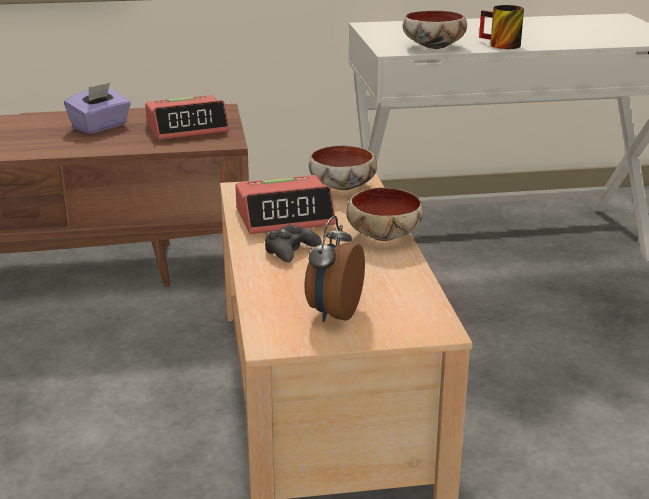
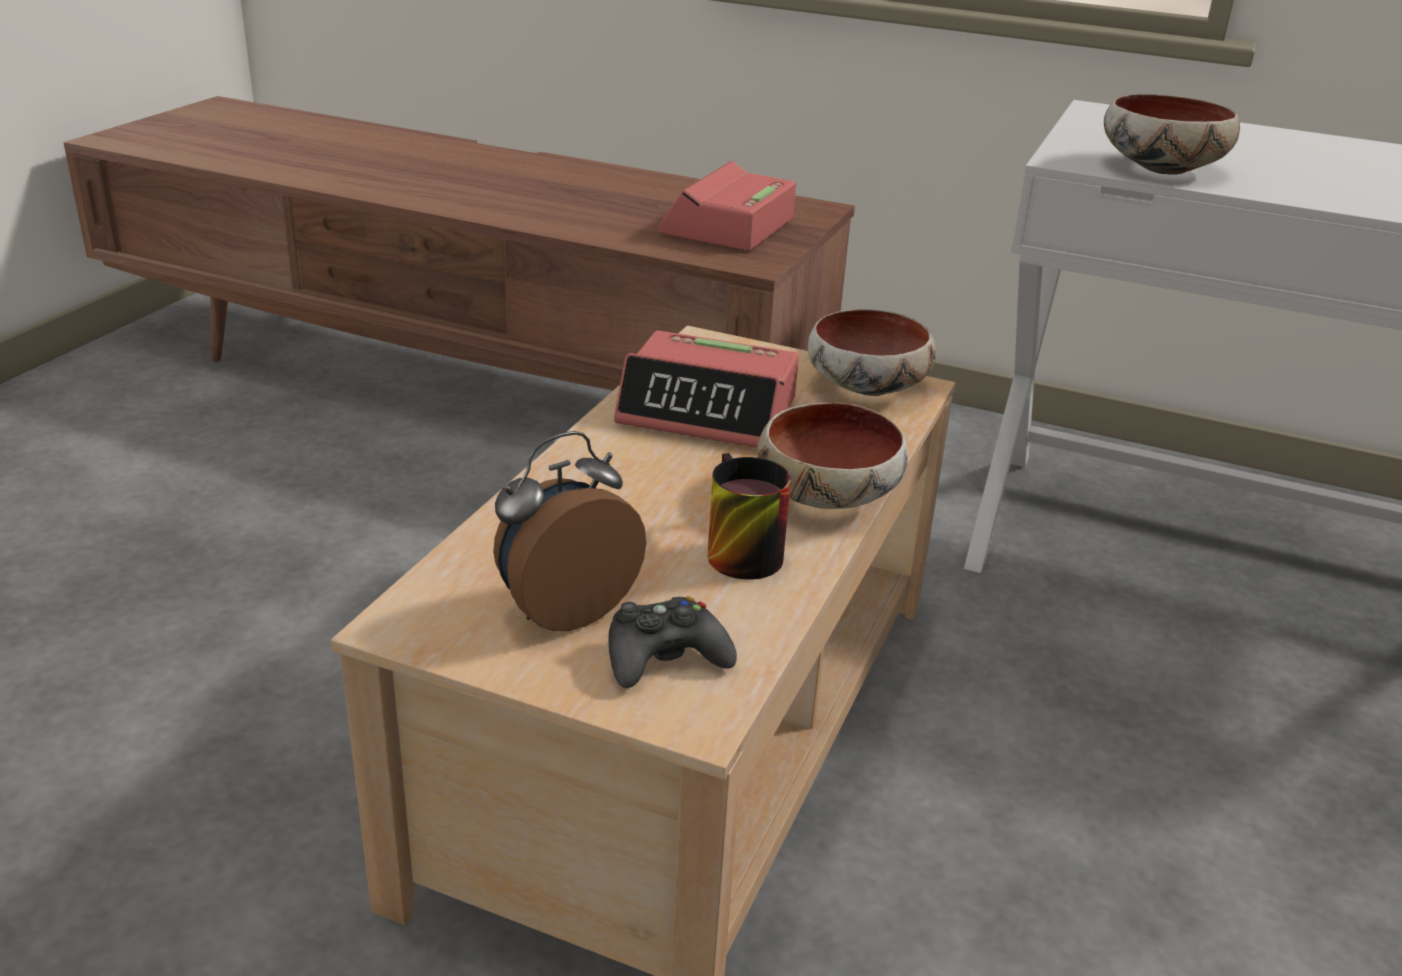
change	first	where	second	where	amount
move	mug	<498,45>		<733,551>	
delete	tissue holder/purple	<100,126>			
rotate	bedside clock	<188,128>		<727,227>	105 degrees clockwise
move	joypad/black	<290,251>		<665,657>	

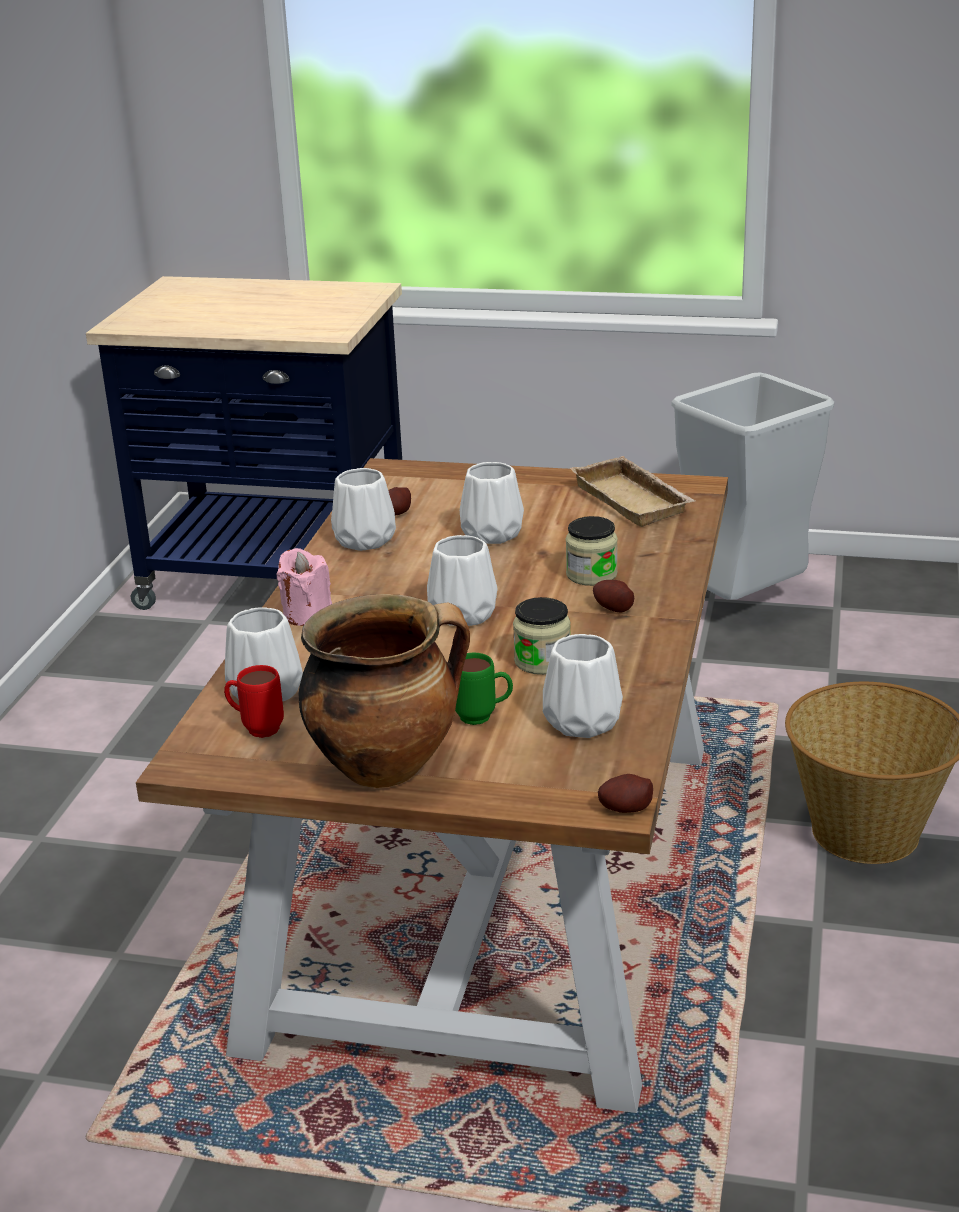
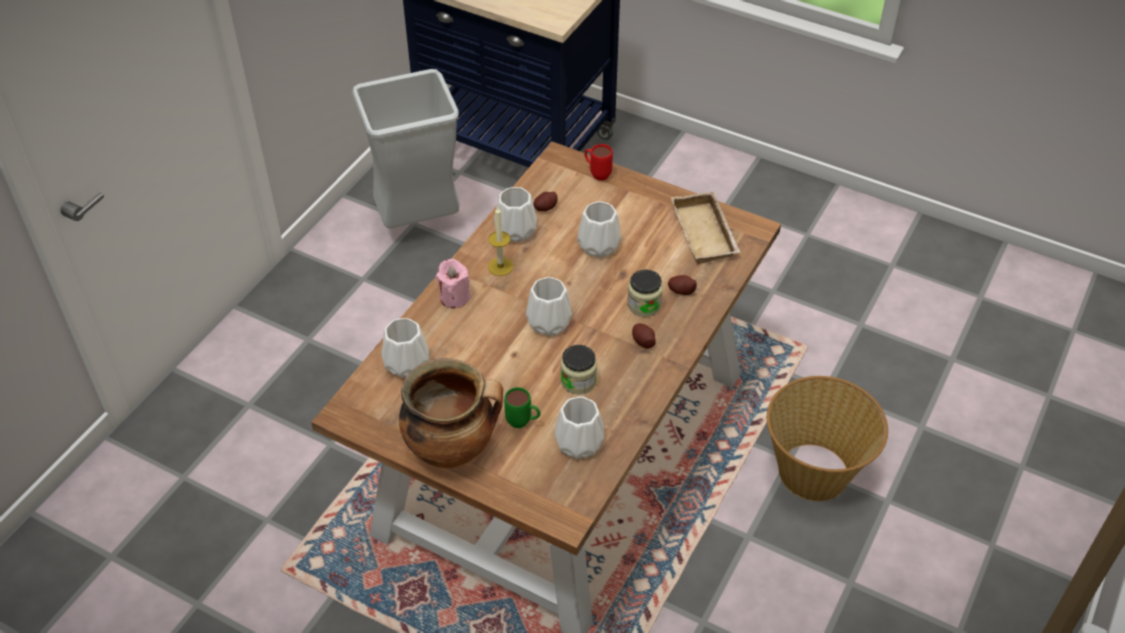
change	first	where	second	where	amount
move	waste bin/gray	<744,604>		<419,222>	
move	mug/red	<256,728>		<597,174>	
move	whole potato	<625,808>		<681,291>	
insert			candle	<500,266>	

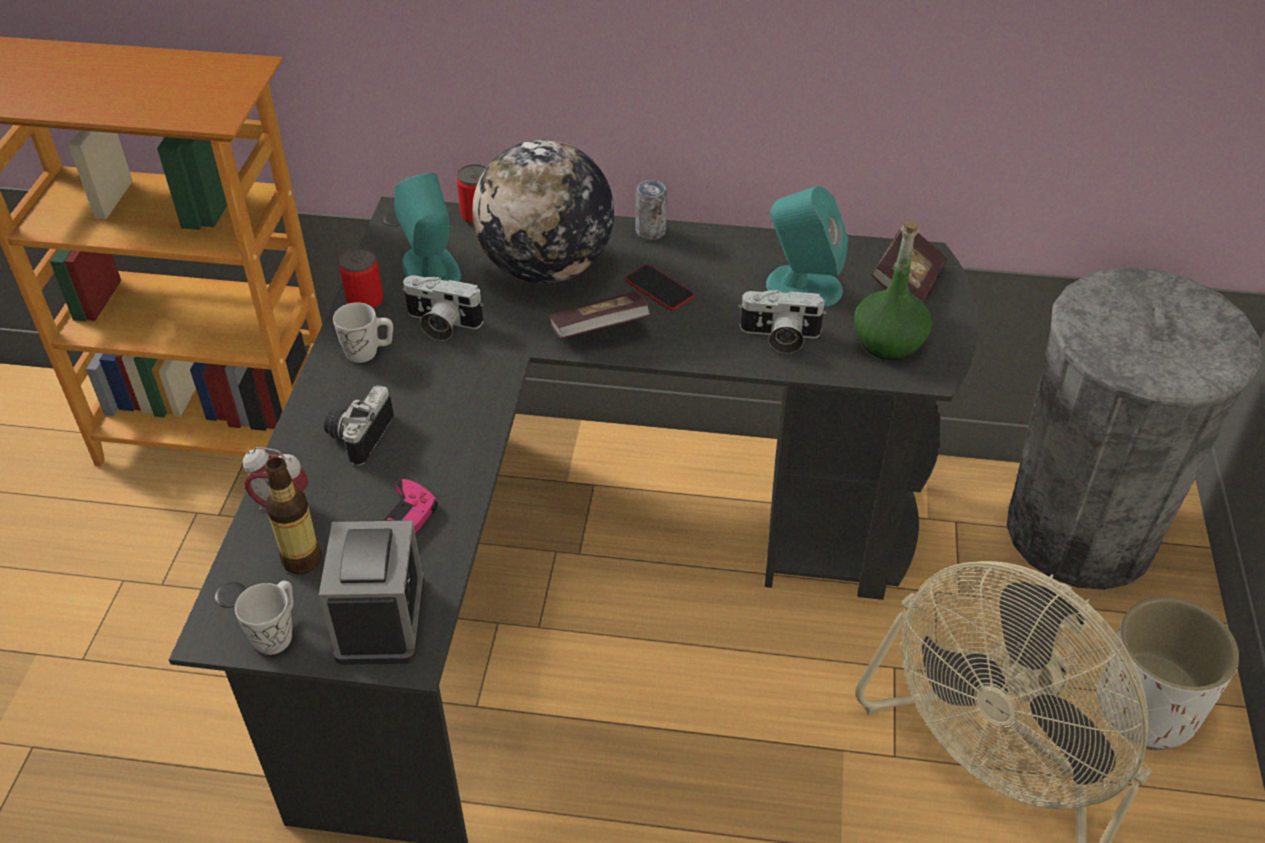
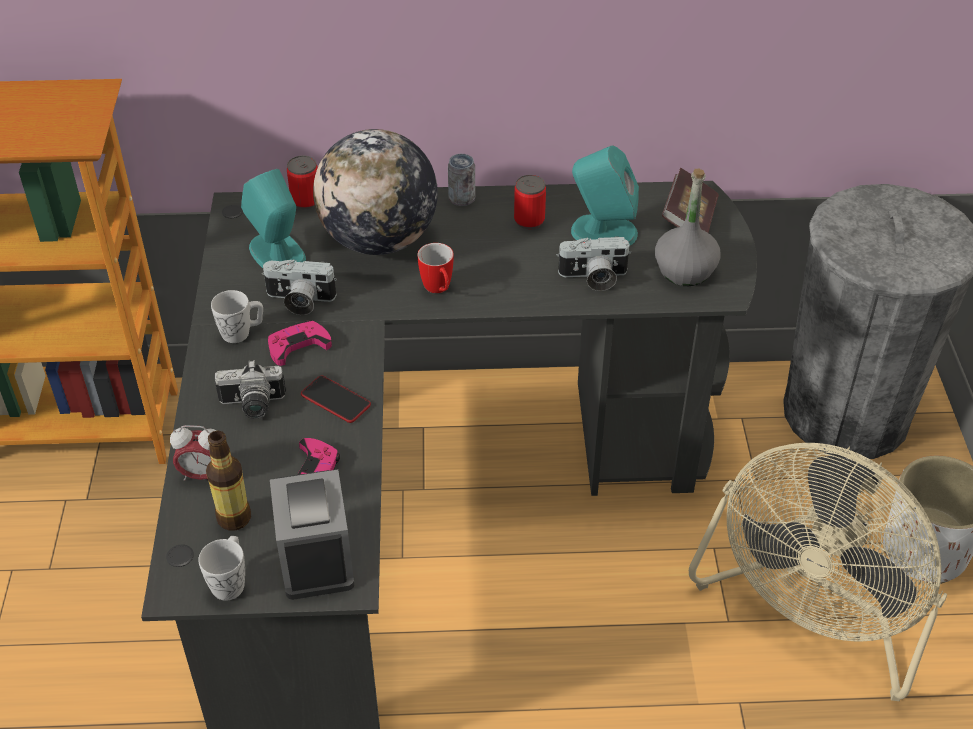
change	first	where	second	where	amount
recolor	drink bottle/green	<889,341>	drink bottle/gray	<685,270>	
move	sealed can	<365,302>		<529,220>	
move	handset	<659,289>		<335,400>	
replace	book	<599,331>	mug	<439,290>	
rotate	still camera	<357,435>		<252,406>	105 degrees counterclockwise
insert			joypad/pinkish	<298,346>	

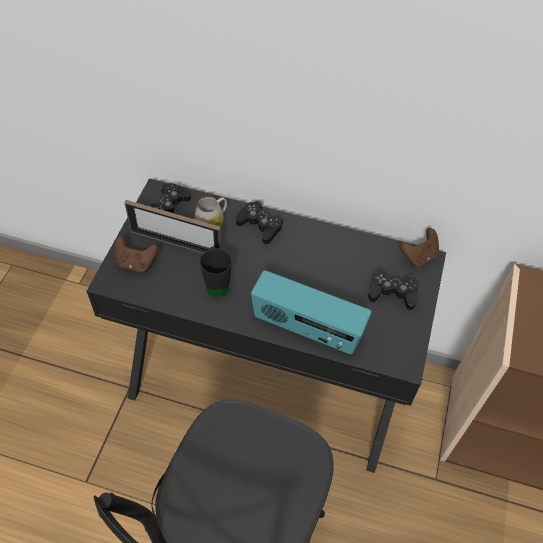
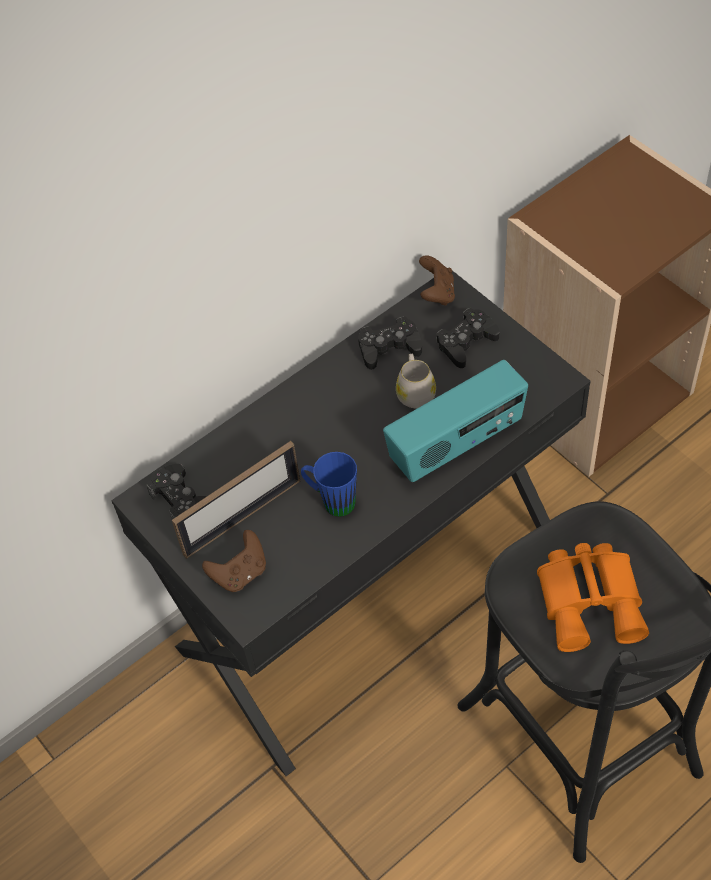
change	first	where	second	where	amount
move	mug/whitish	<212,222>		<415,392>	
move	joypad/black	<260,225>		<389,348>	
recolor	mug/black	<216,282>	mug/blue-coloured	<331,501>	
insert			pair of binoculars/orange	<592,600>	

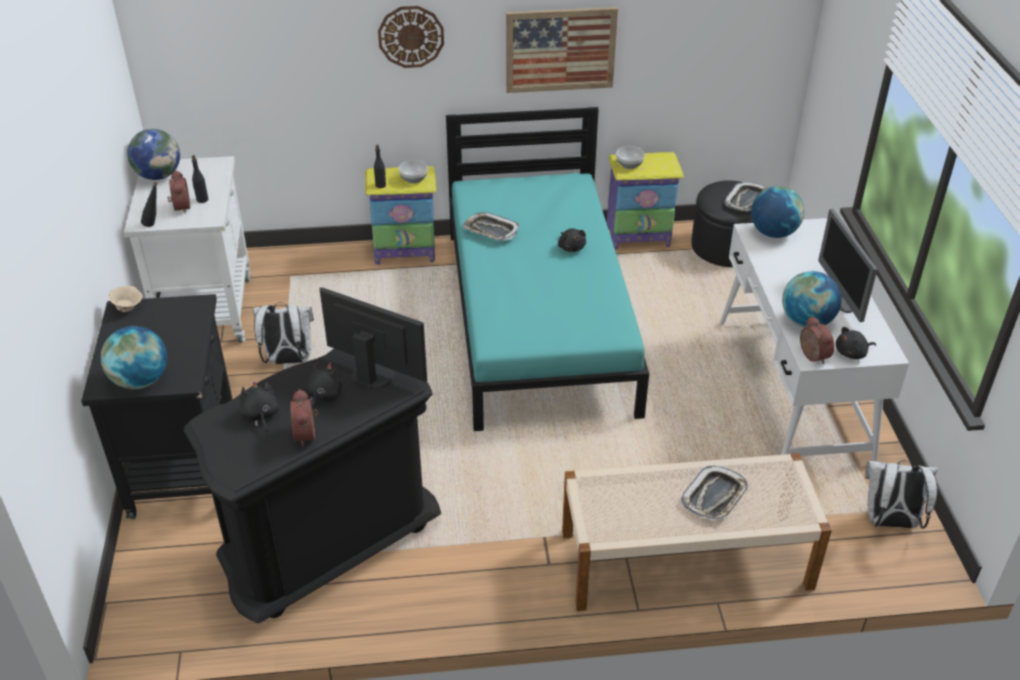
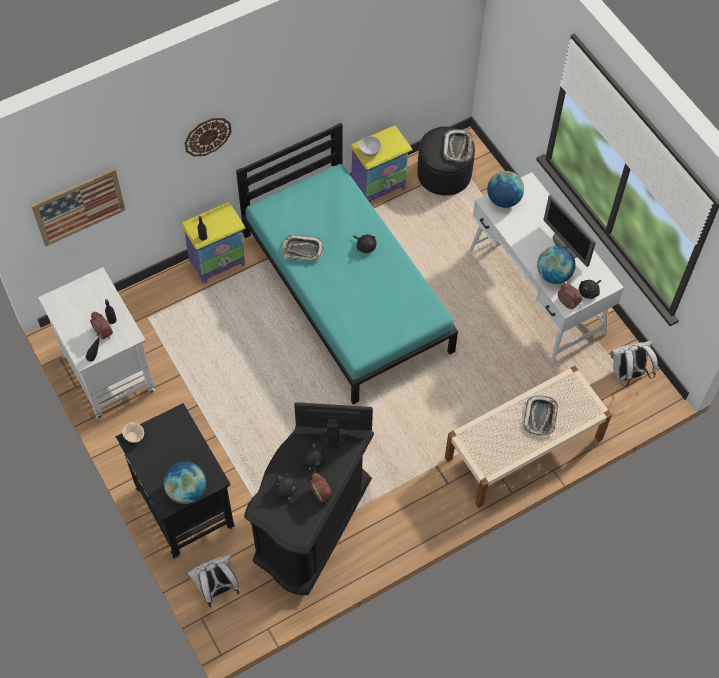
change	first	where	second	where	amount
move	picture	<560,50>		<78,206>	
delete	desk globe	<159,175>			
delete	bowl	<414,179>			
move	knapsack/whitish	<288,360>		<217,589>	

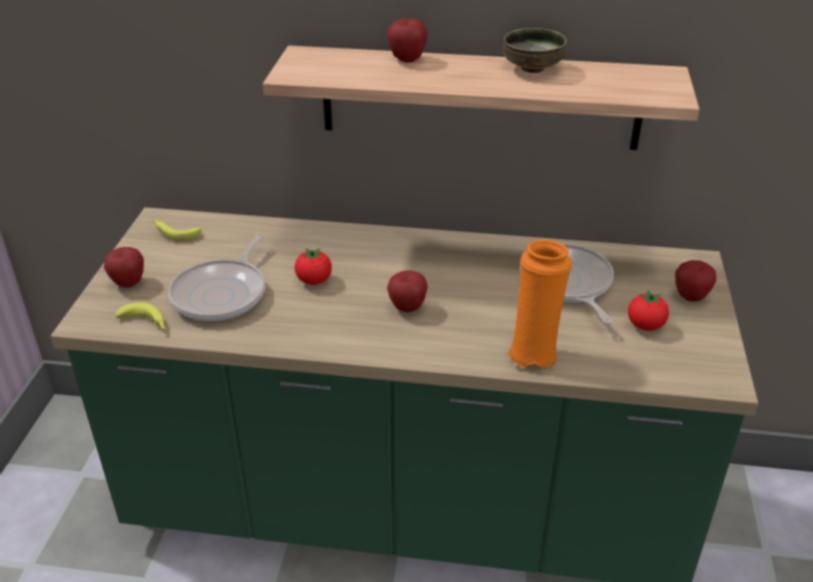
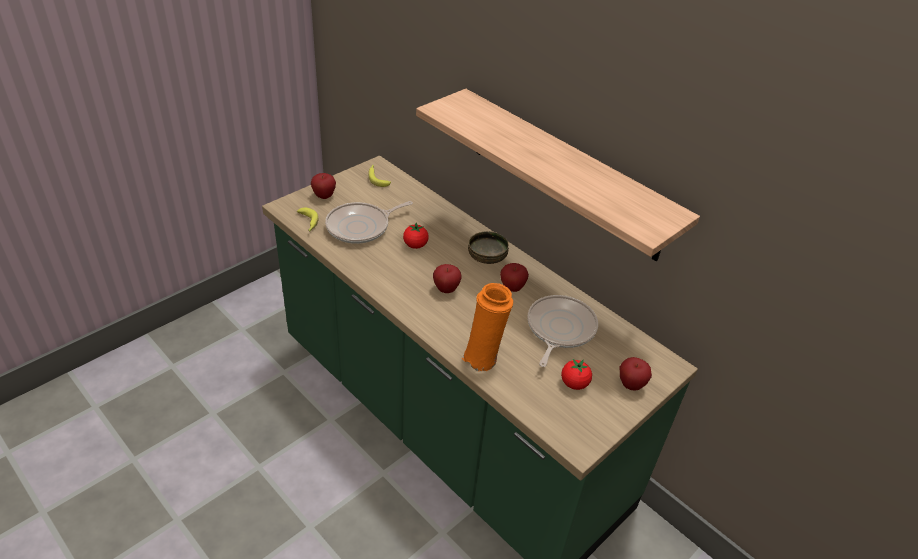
change	first	where	second	where	amount
move	apple	<407,60>		<512,288>	
move	bowl	<533,69>		<487,259>	

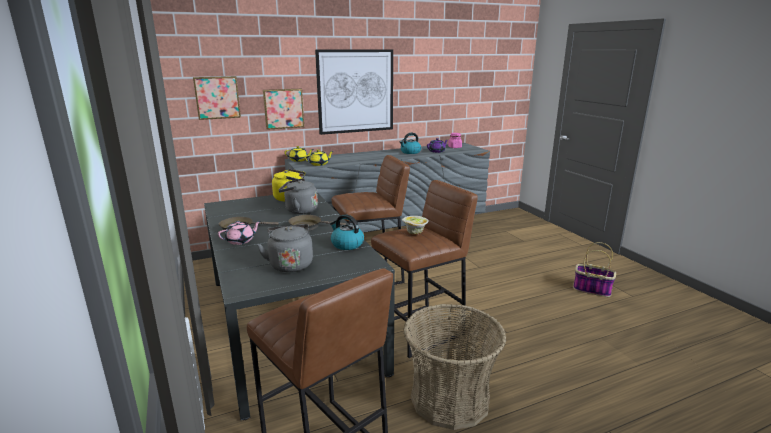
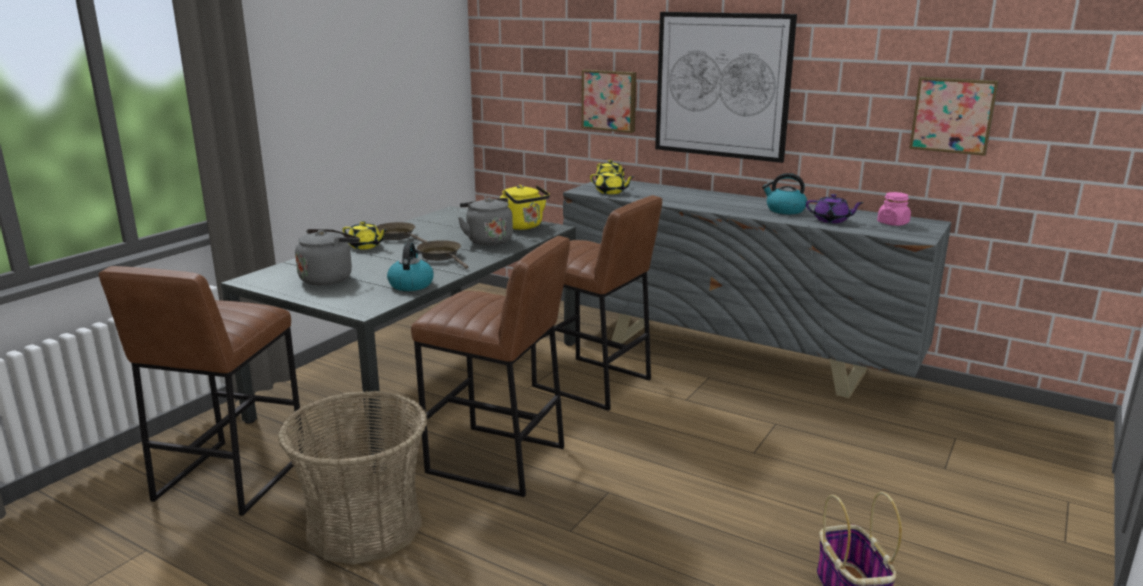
change	first	where	second	where	amount
move	picture	<217,97>		<953,115>	
delete	bowl	<414,233>			
recolor	tea pot/pinkish	<241,241>	tea pot/yellow-coloured	<365,246>	

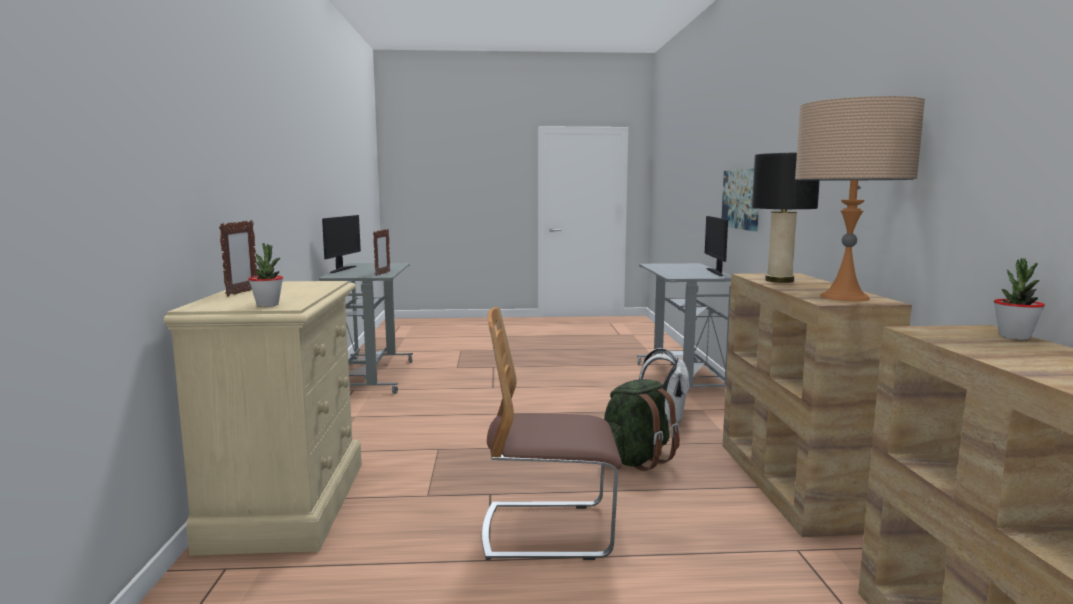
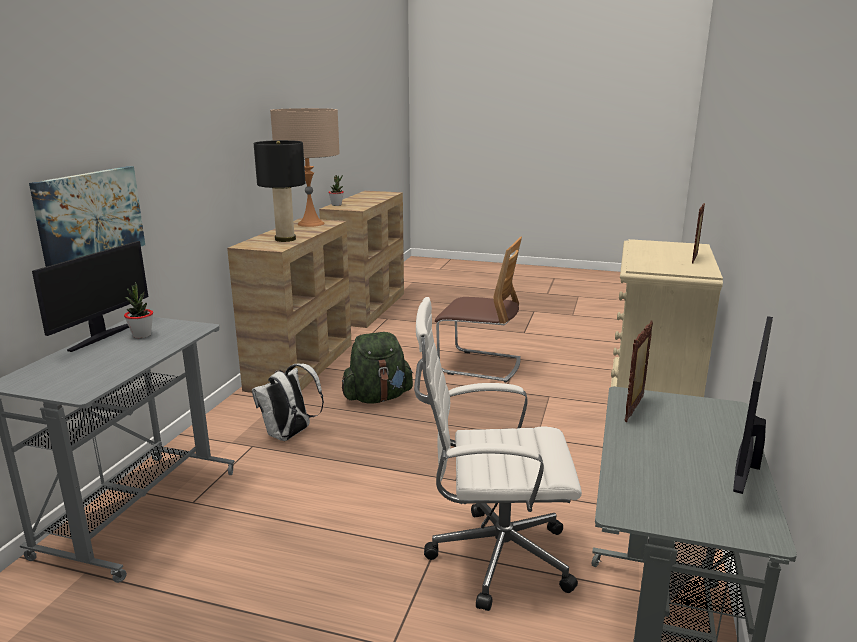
change	first	where	second	where	amount
move	houseplant	<268,305>		<142,335>	
insert			office chair/whitish	<493,557>	

